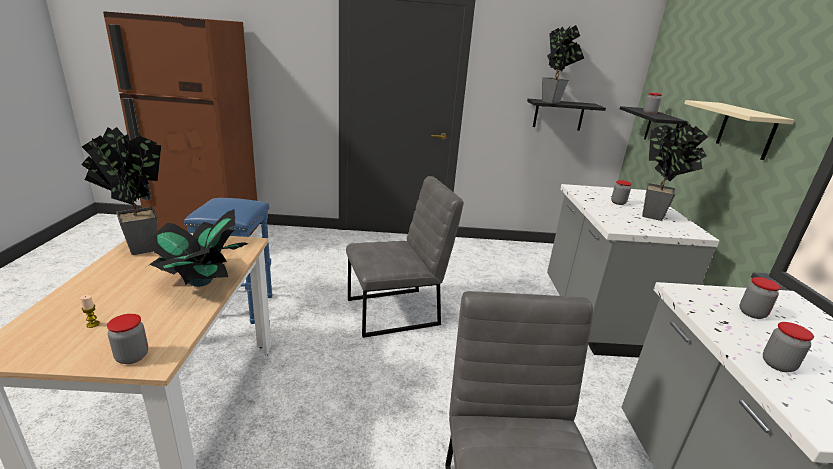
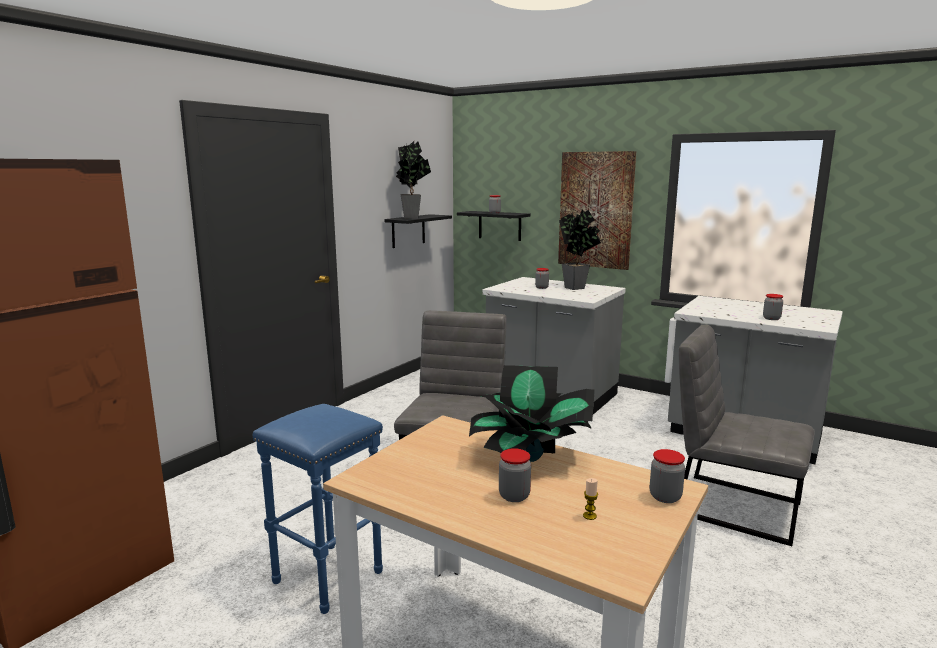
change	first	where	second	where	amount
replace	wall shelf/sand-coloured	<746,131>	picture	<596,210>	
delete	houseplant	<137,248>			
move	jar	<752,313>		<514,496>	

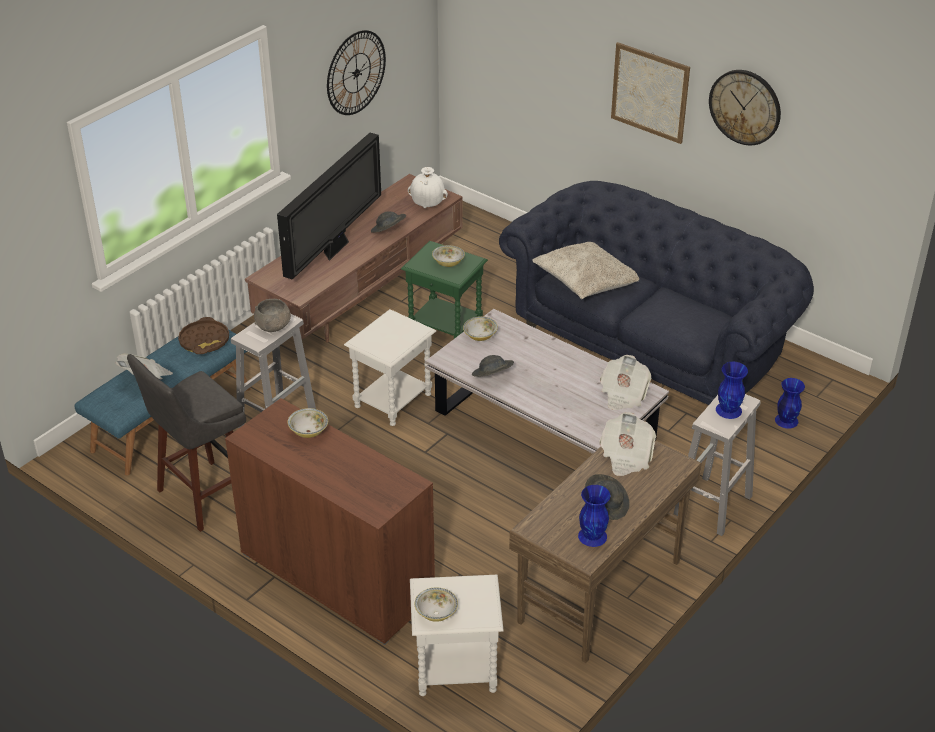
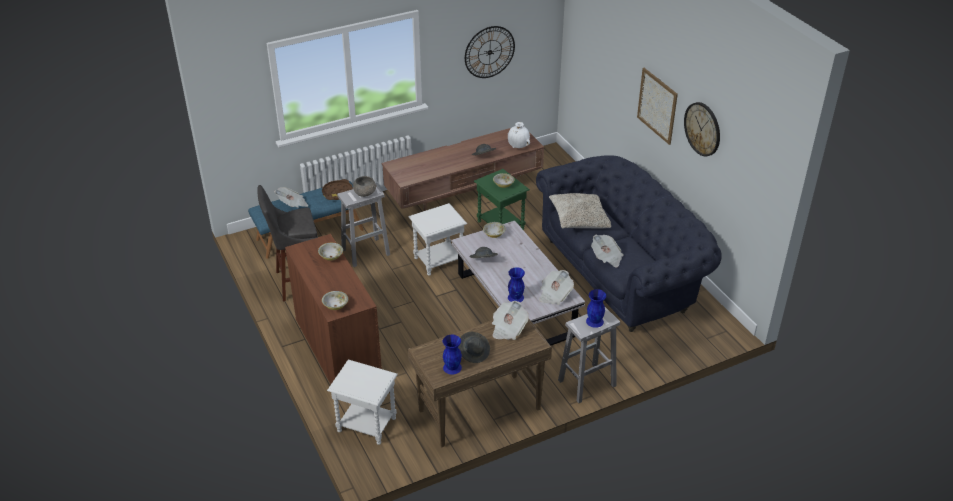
change	first	where	second	where	amount
delete	television	<336,248>			
move	decorative vase/blue-coloured	<786,420>		<515,297>	
move	bowl	<436,613>		<335,306>	
insert			daily paper	<606,257>	

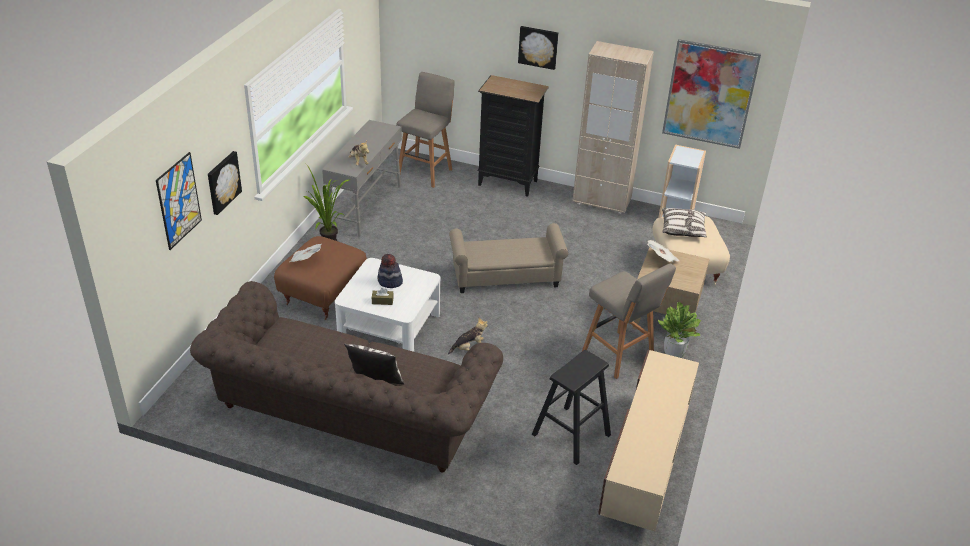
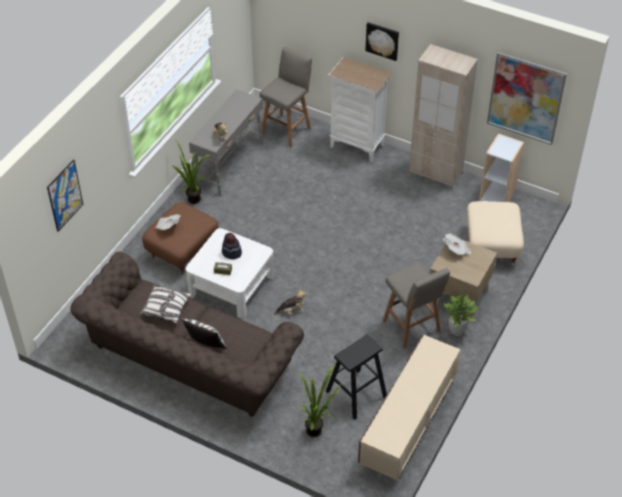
change	first	where	second	where	amount
recolor	drawer chest/black	<508,184>	drawer chest/whitish	<357,147>	
delete	picture	<223,182>			
move	pillow	<683,229>		<166,309>	
delete	ottoman/sand-coloured	<506,277>			
insert			houseplant	<317,430>	

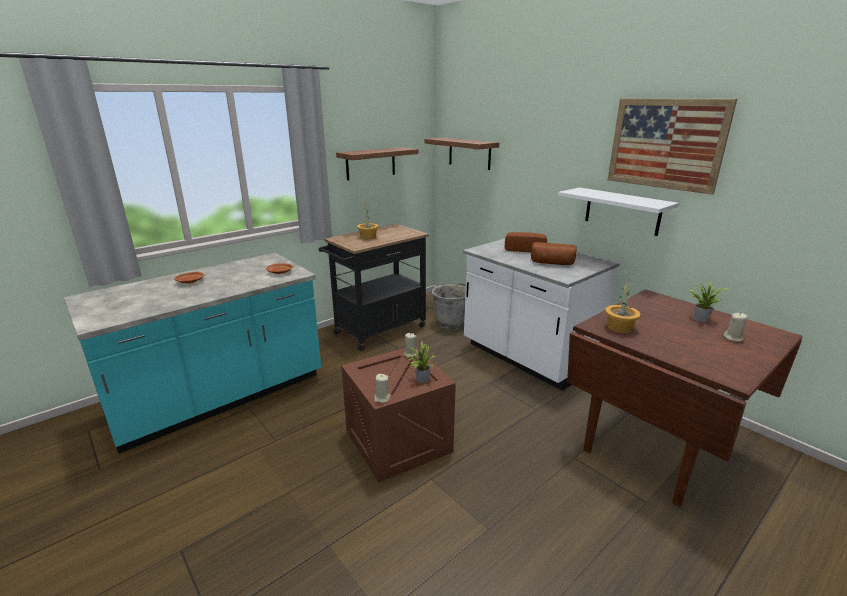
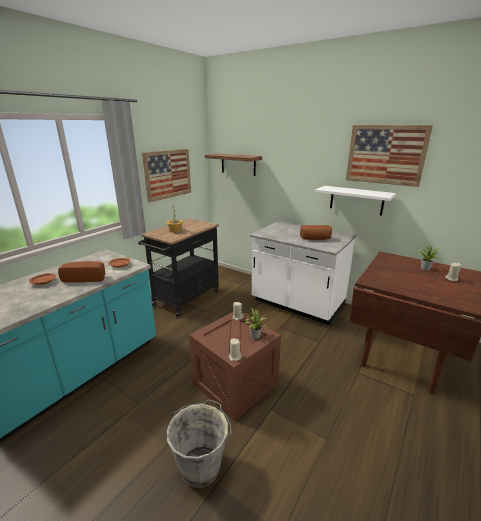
change	first	where	second	where	amount
replace	wall shelf	<370,163>	picture	<168,174>	
move	bakery bread	<524,249>		<85,278>	
delete	houseplant	<619,327>			
move	pail/gray	<451,324>		<201,465>	

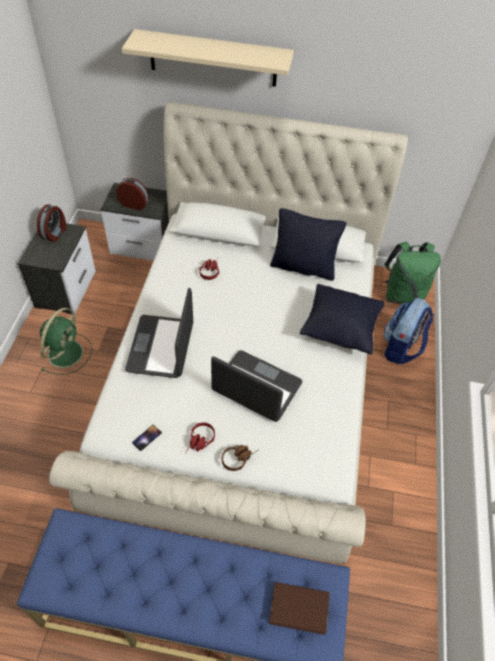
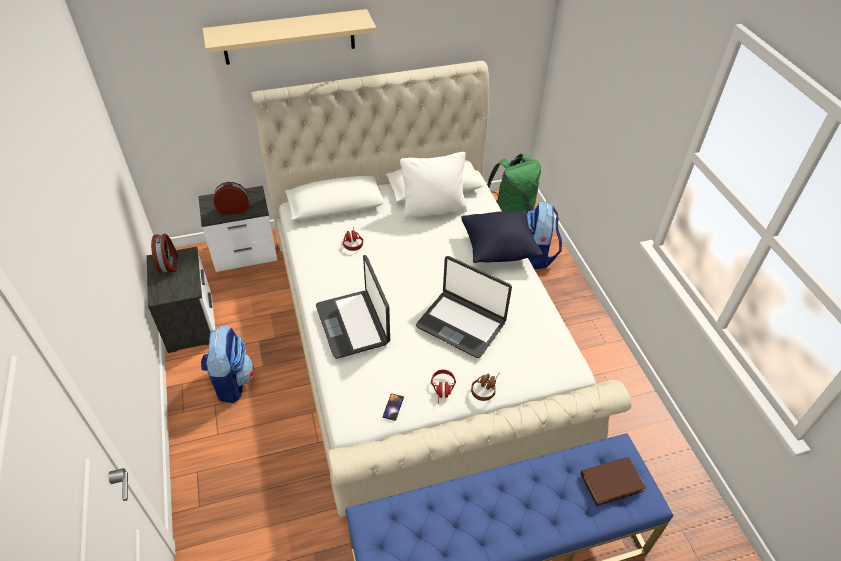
change	first	where	second	where	amount
recolor	pillow/black	<303,267>	pillow/whitish	<433,209>	
replace	fan/green	<66,352>	knapsack	<231,381>	
rotate	laptop	<256,387>		<461,324>	150 degrees counterclockwise

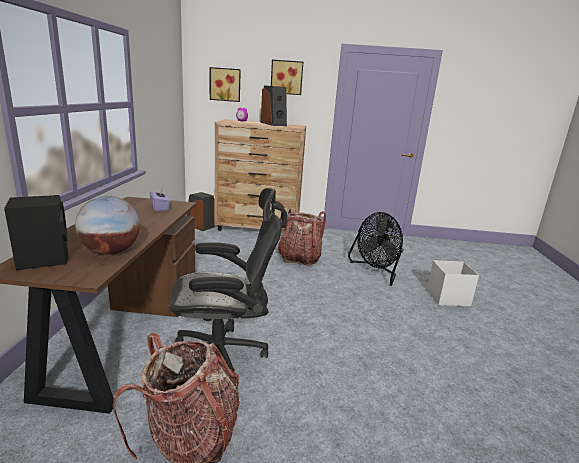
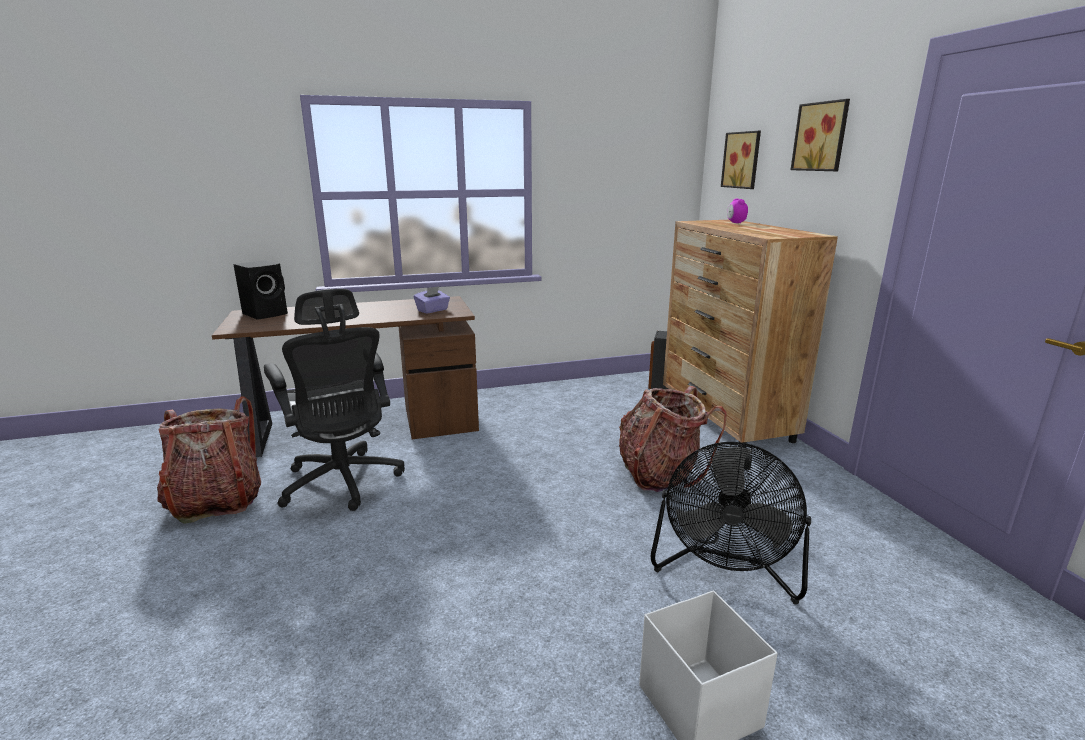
change	first	where	second	where	amount
delete	speaker	<274,124>			
delete	desk globe	<111,252>			
rotate	fan/black	<376,270>		<720,567>	105 degrees counterclockwise

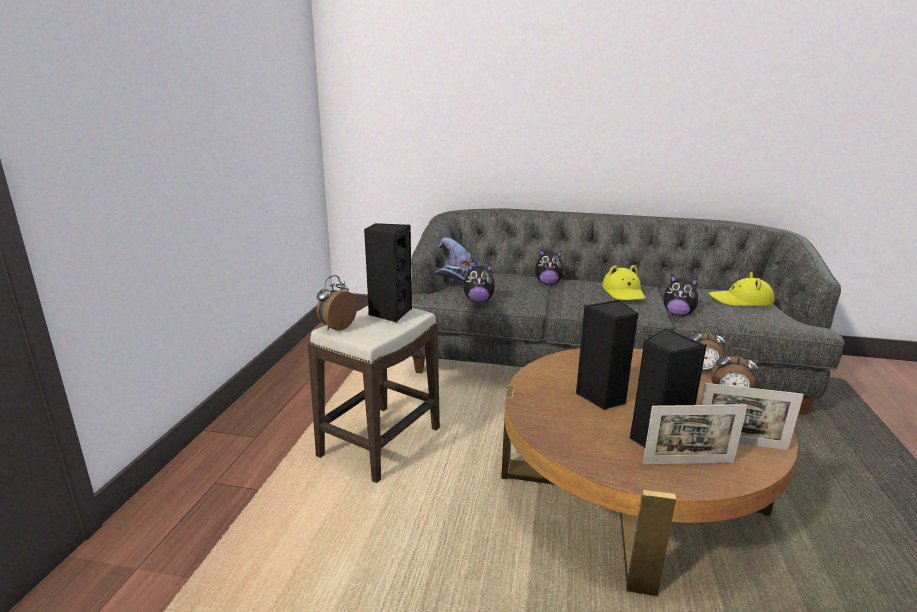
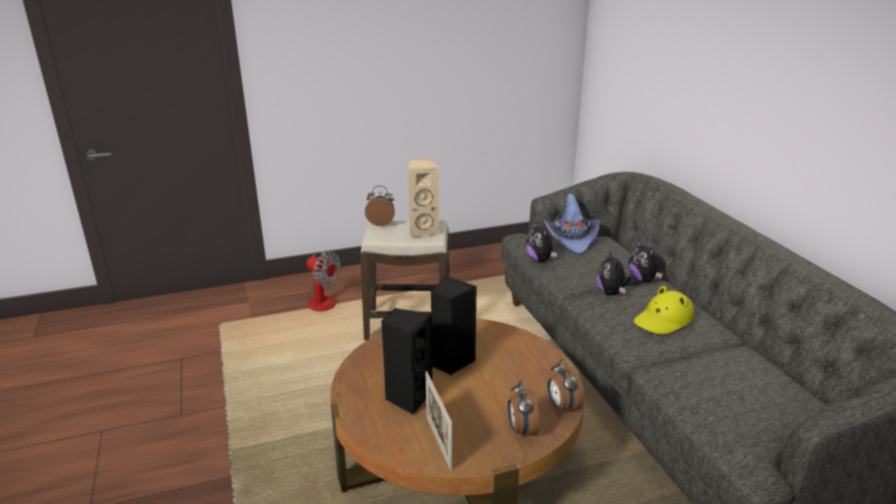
change	first	where	second	where	amount
recolor	speaker/black	<389,313>	speaker/sand-coloured	<423,230>	
delete	hat/yellow-coloured	<741,300>			
move	soft toy	<678,314>		<611,293>	
delete	picture frame	<688,463>			
insert			fan	<323,299>	

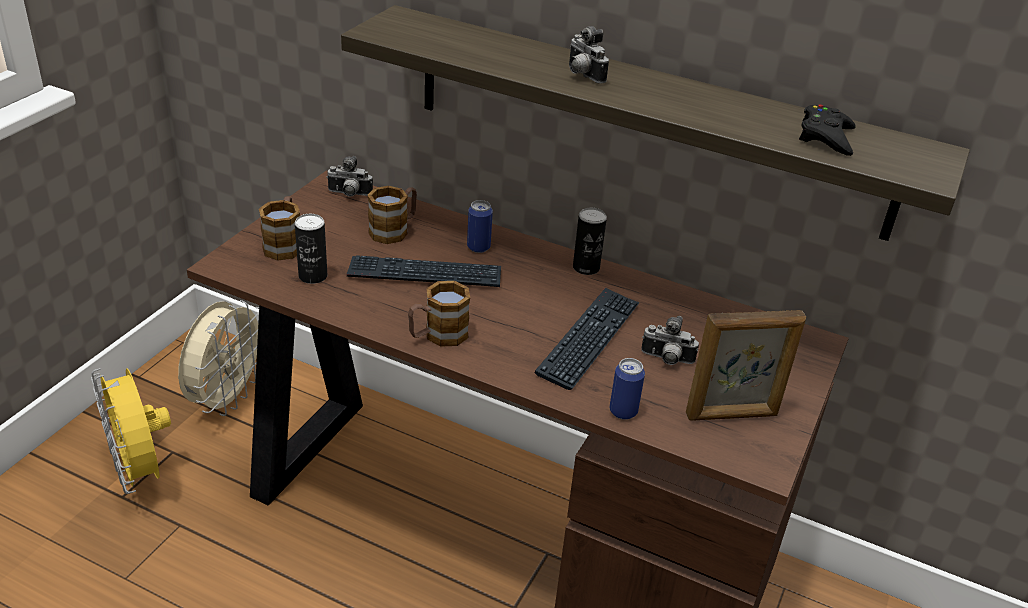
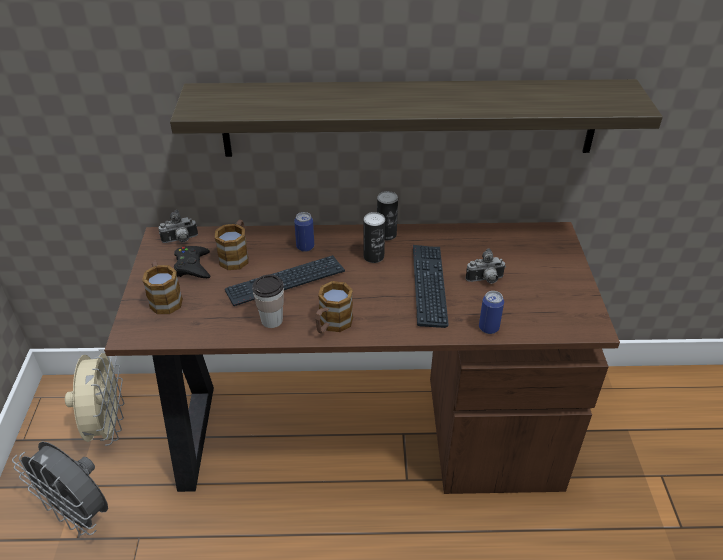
change	first	where	second	where	amount
delete	still camera	<582,75>			
move	joypad/black	<826,137>		<193,266>	
move	sealed can	<313,276>		<373,256>	
delete	picture frame	<732,415>			
recolor	fan/yellow-coloured	<140,473>	fan/gray	<79,514>	
insert			small cup	<271,320>	

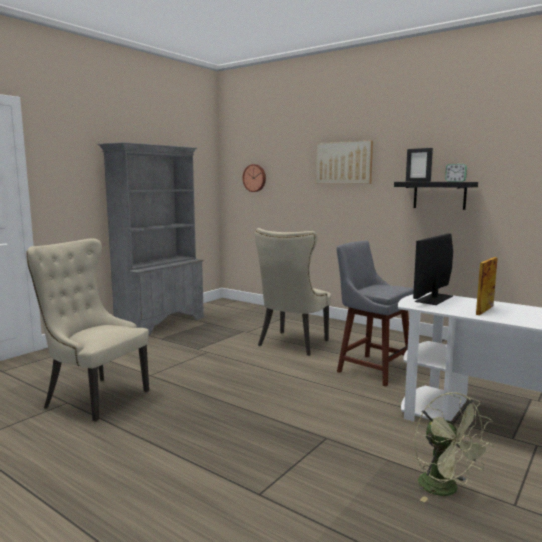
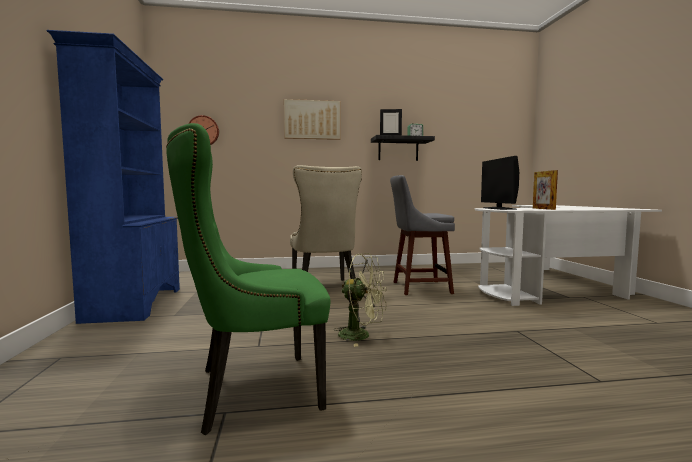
change	first	where	second	where	amount
recolor	bookcase/gray	<160,323>	bookcase/blue-coloured	<134,303>	
recolor	upright chair/sand-coloured	<96,398>	upright chair/green	<254,390>	
move	fan/green	<445,490>		<361,336>	

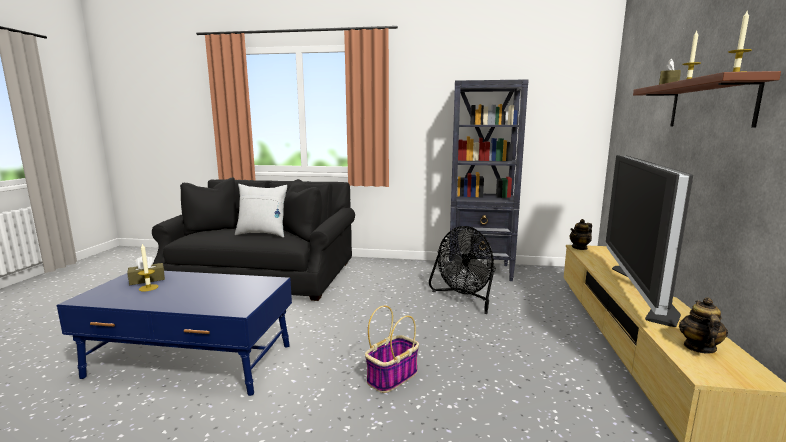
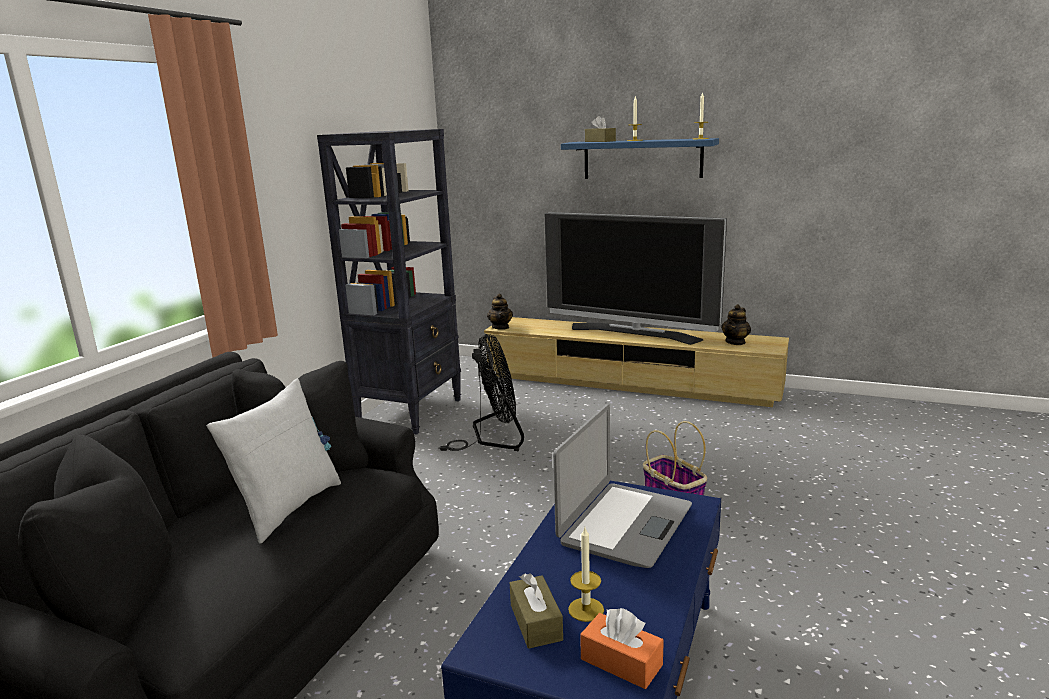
change	first	where	second	where	amount
recolor	wall shelf/brownish	<710,104>	wall shelf/blue-coloured	<642,159>	
rotate	fan/black	<465,297>		<490,434>	75 degrees counterclockwise
rotate	tea pot	<699,347>		<735,342>	90 degrees counterclockwise
insert			laptop	<624,524>	
insert			tissue holder/orange	<621,662>	

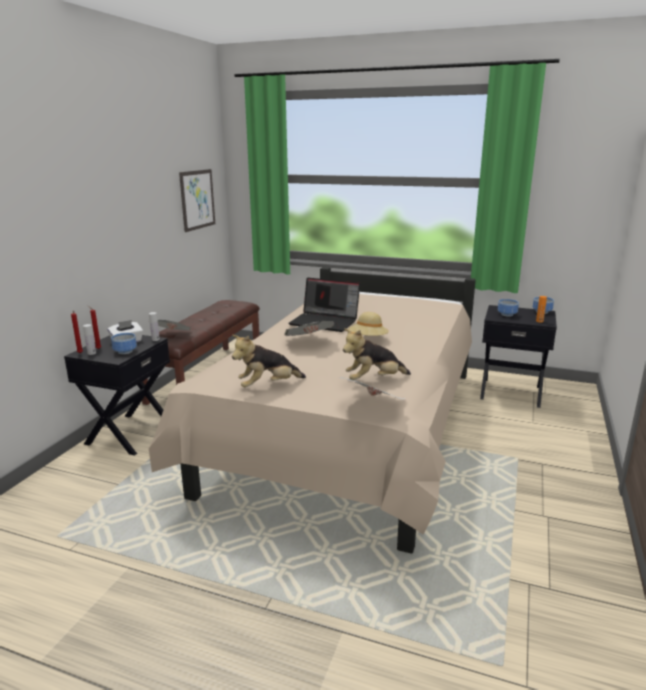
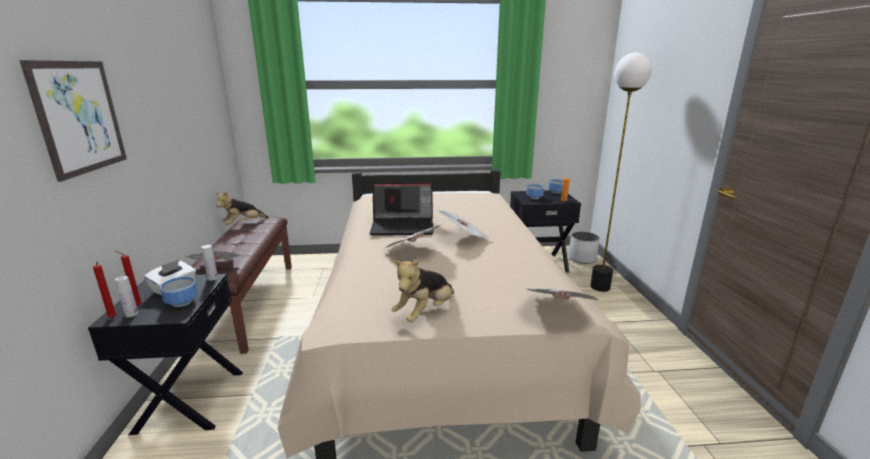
change	first	where	second	where	amount
move	picture	<197,199>		<79,117>	
replace	hat/sand-coloured	<368,339>	daily paper	<465,238>	
move	soft toy	<374,380>		<243,224>	
insert			floor lamp	<600,287>	
insert			plant pot/whitish	<582,259>	

